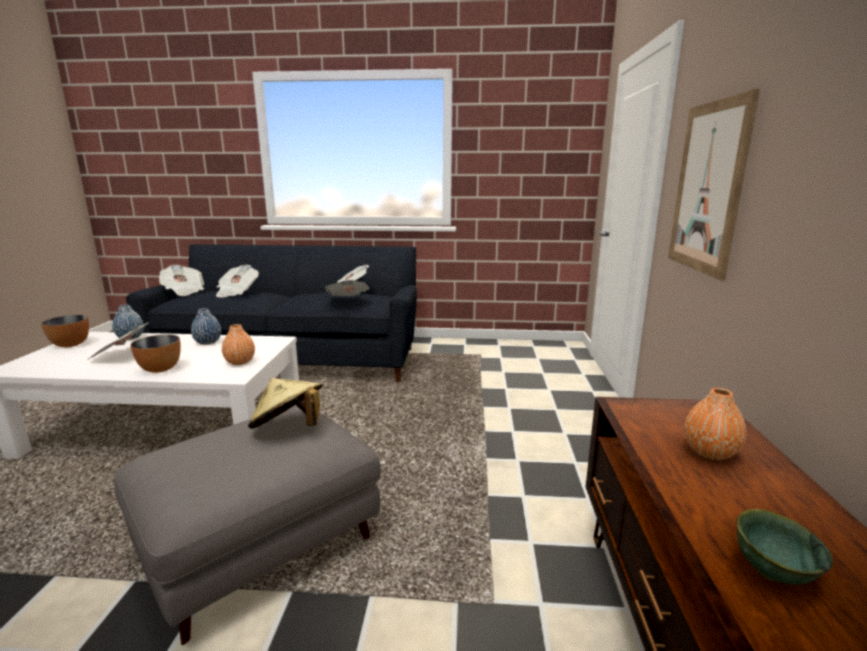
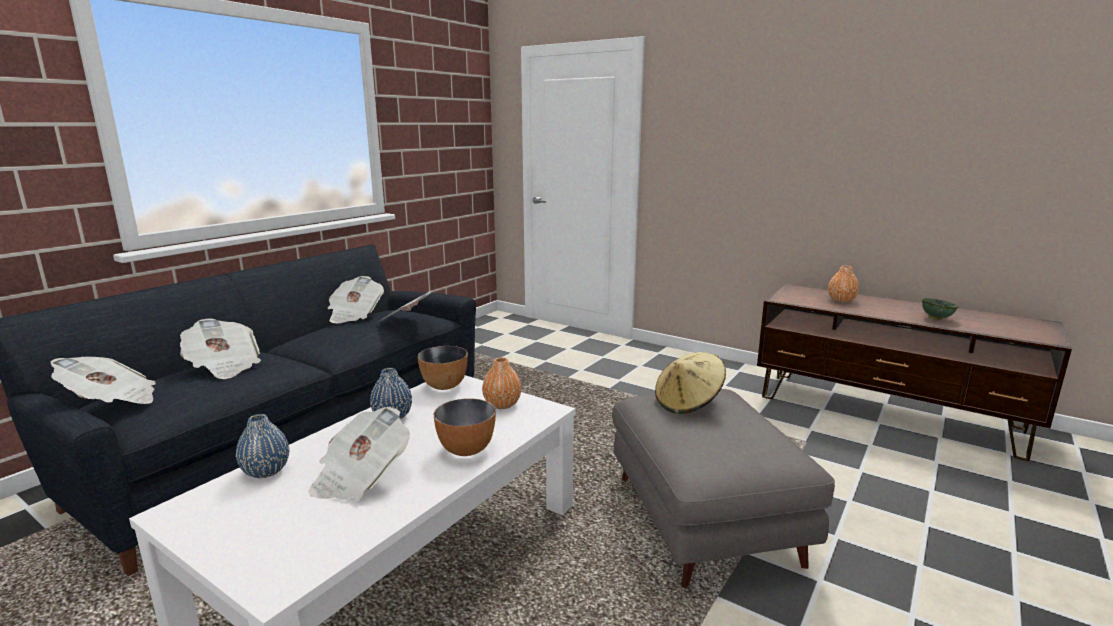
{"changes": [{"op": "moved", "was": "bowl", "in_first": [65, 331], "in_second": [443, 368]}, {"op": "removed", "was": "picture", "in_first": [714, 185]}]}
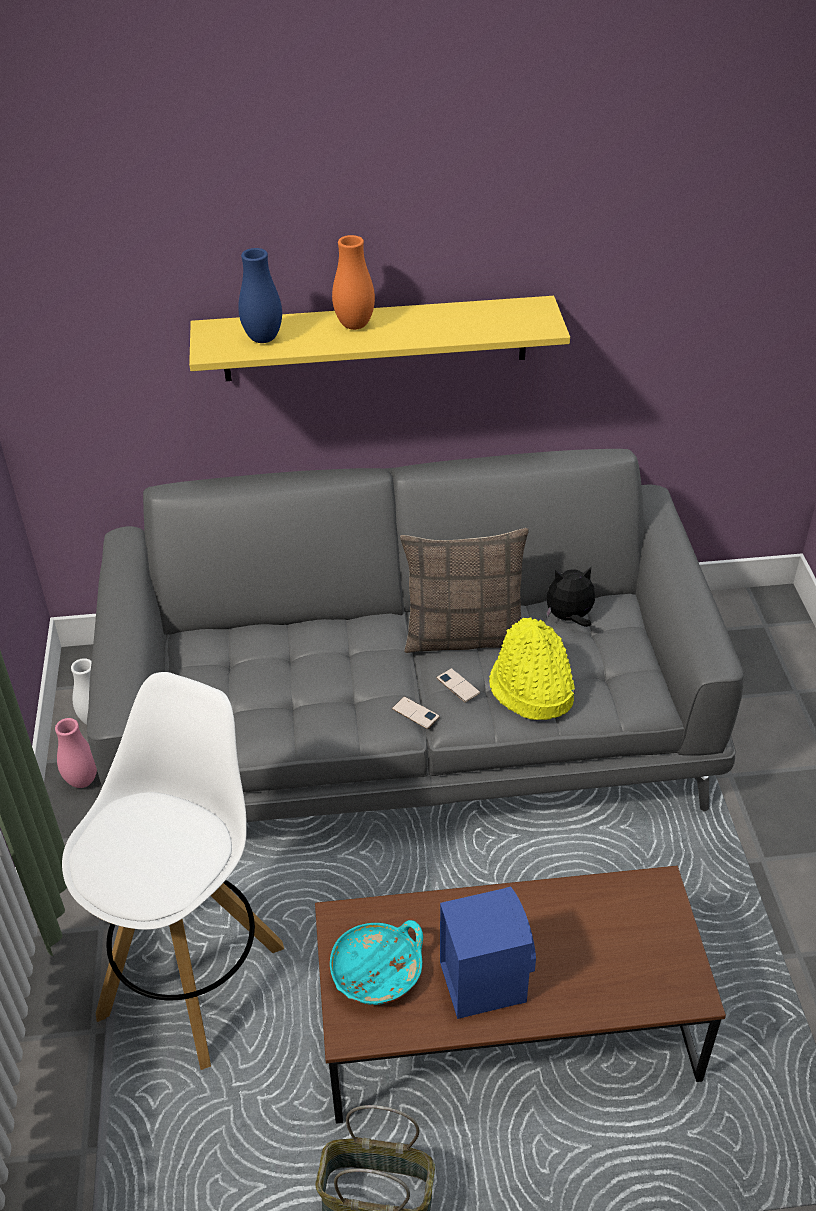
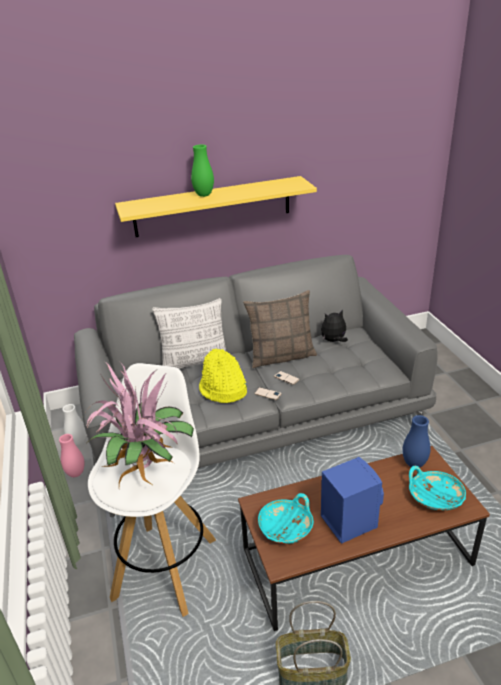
{"changes": [{"op": "moved", "was": "vase (blue)", "in_first": [260, 295], "in_second": [416, 441]}, {"op": "recoloured", "was": "vase (orange)", "now": "vase (green)", "in_first": [353, 282], "in_second": [202, 171]}, {"op": "moved", "was": "hat (yellow)", "in_first": [532, 669], "in_second": [223, 376]}, {"op": "added", "now": "potted plant", "in_second": [137, 423]}, {"op": "added", "now": "pillow", "in_second": [189, 333]}, {"op": "added", "now": "bowl (turquoise)", "in_second": [437, 488]}]}
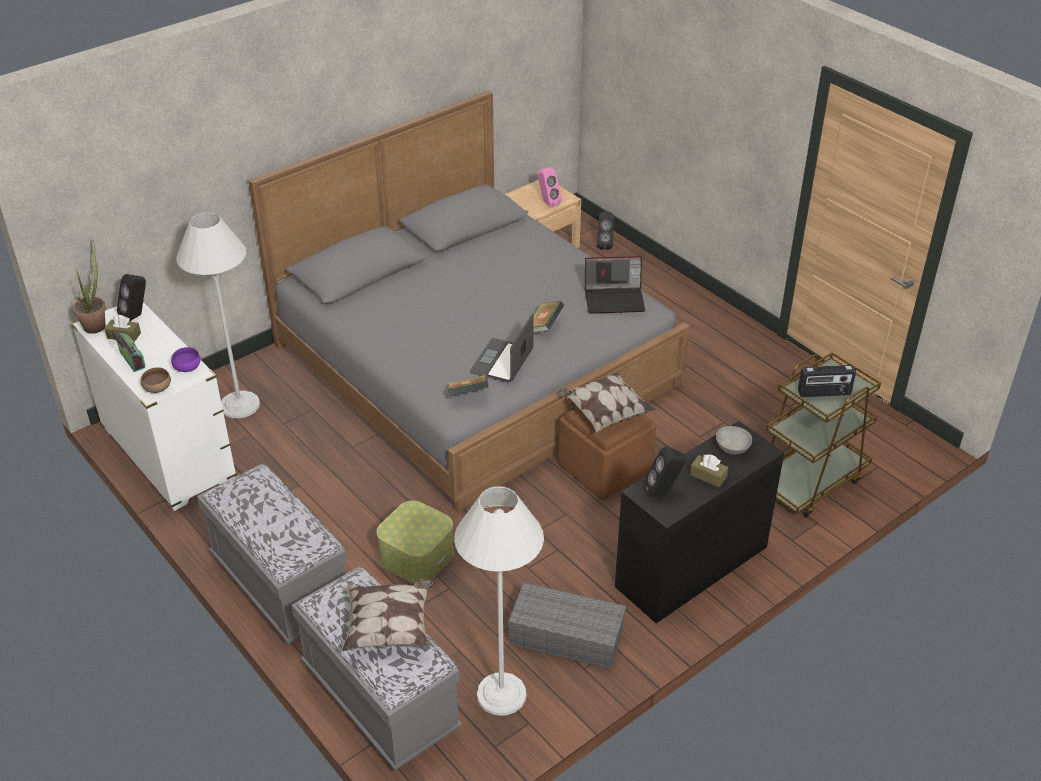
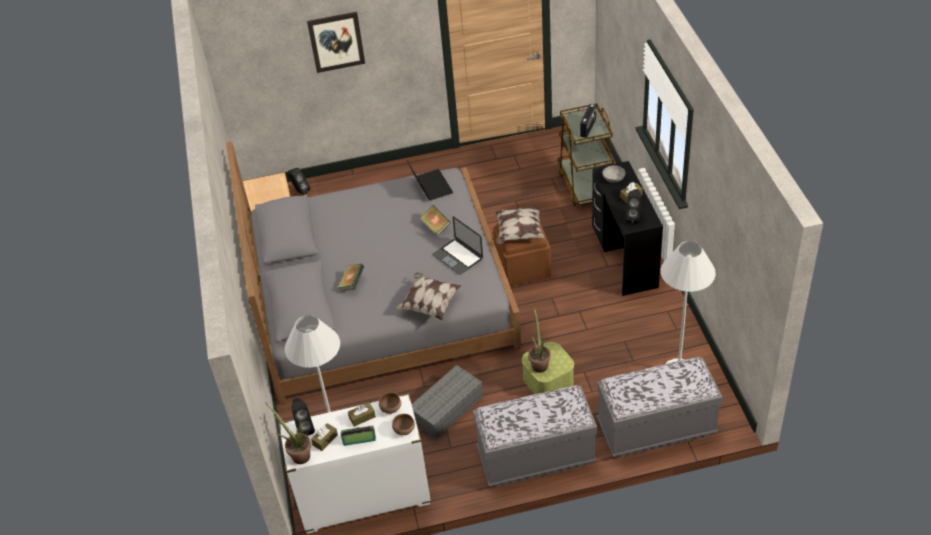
{"changes": [{"op": "recoloured", "was": "bowl (purple)", "now": "bowl (brown)", "in_first": [186, 359], "in_second": [390, 403]}, {"op": "moved", "was": "pillow", "in_first": [387, 615], "in_second": [429, 296]}, {"op": "moved", "was": "book", "in_first": [468, 385], "in_second": [351, 277]}, {"op": "moved", "was": "storage box (grey)", "in_first": [567, 625], "in_second": [447, 402]}, {"op": "removed", "was": "speaker (pink)", "in_first": [549, 187]}, {"op": "turned", "was": "laptop", "in_first": [615, 285], "in_second": [430, 180], "clockwise": -45}, {"op": "added", "now": "picture", "in_second": [336, 42]}, {"op": "added", "now": "tissue box (brown)", "in_second": [362, 414]}, {"op": "added", "now": "potted plant", "in_second": [539, 340]}]}
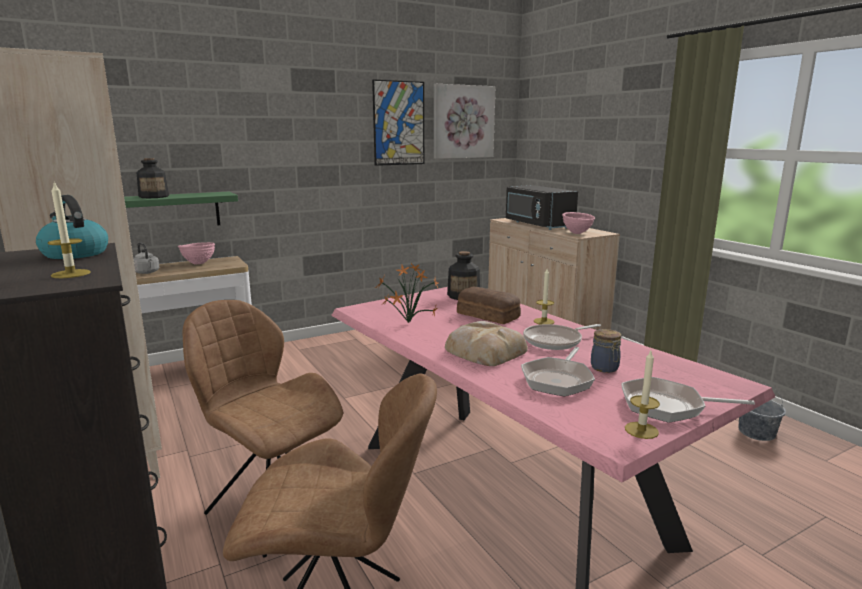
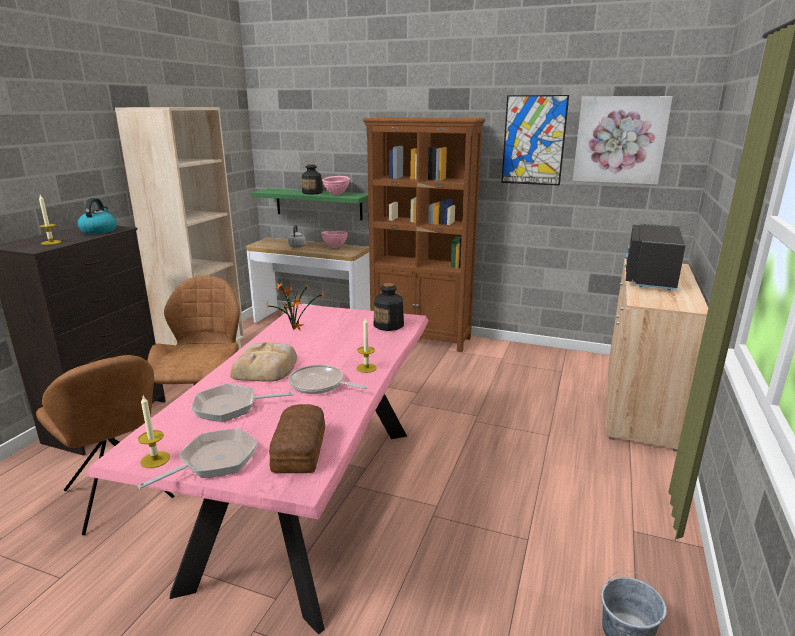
{"changes": [{"op": "moved", "was": "bread", "in_first": [489, 305], "in_second": [297, 438]}, {"op": "moved", "was": "bowl (pink)", "in_first": [578, 223], "in_second": [336, 185]}, {"op": "removed", "was": "jar", "in_first": [606, 351]}, {"op": "turned", "was": "frying pan", "in_first": [688, 400], "in_second": [198, 458], "clockwise": 75}, {"op": "added", "now": "bookcase (brown)", "in_second": [424, 234]}]}
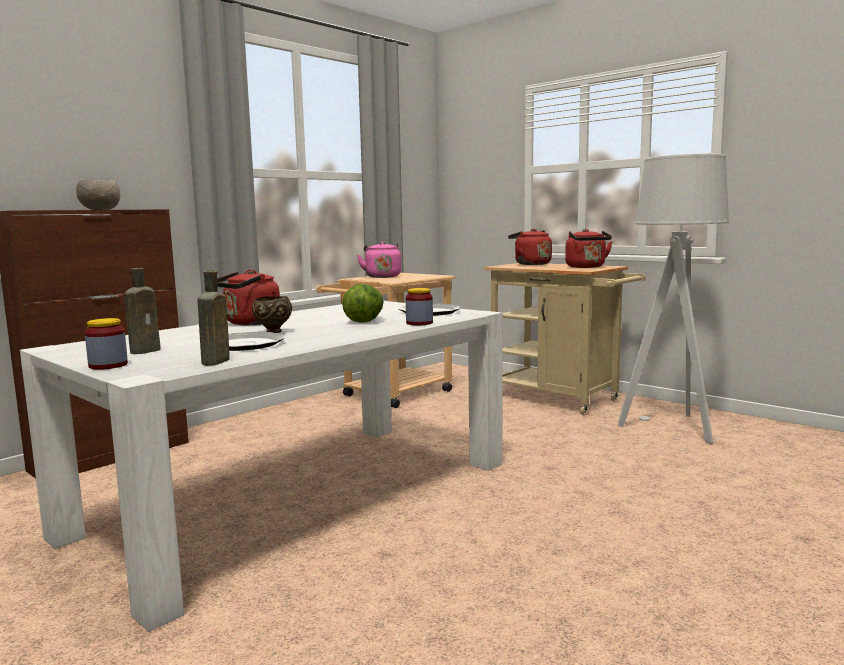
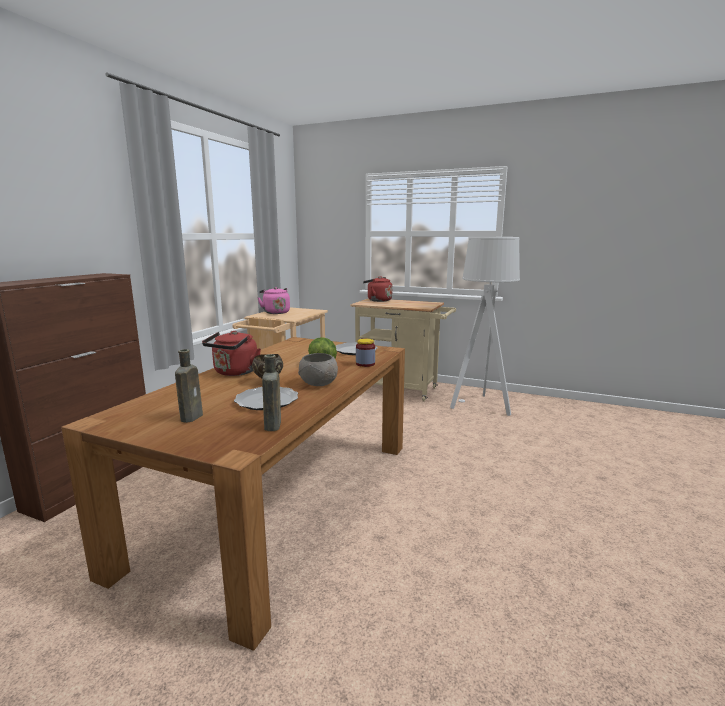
{"changes": [{"op": "recoloured", "was": "dining table (white)", "now": "dining table (brown)", "in_first": [261, 466], "in_second": [233, 494]}, {"op": "moved", "was": "bowl (grey)", "in_first": [98, 194], "in_second": [318, 369]}, {"op": "removed", "was": "jar", "in_first": [106, 344]}, {"op": "removed", "was": "kettle (red)", "in_first": [588, 248]}]}
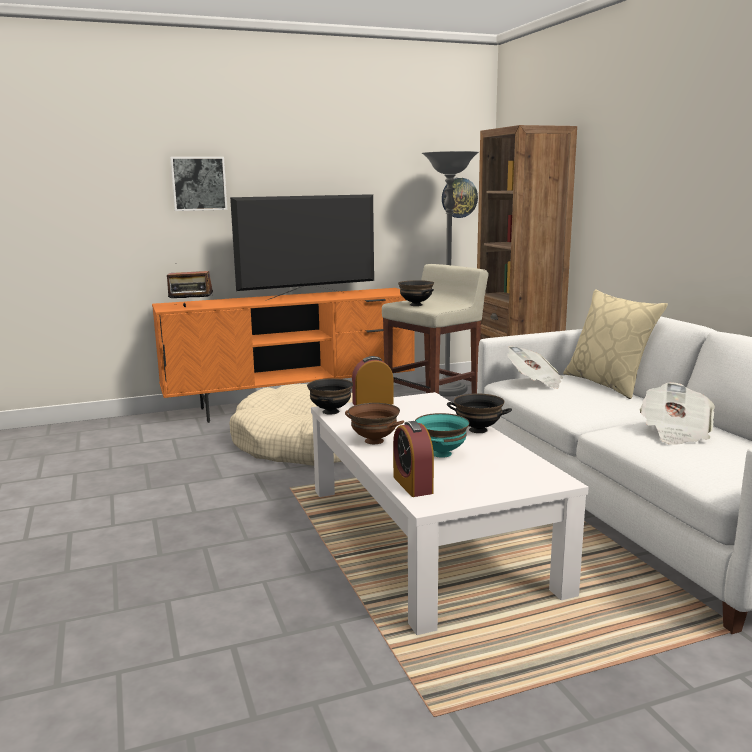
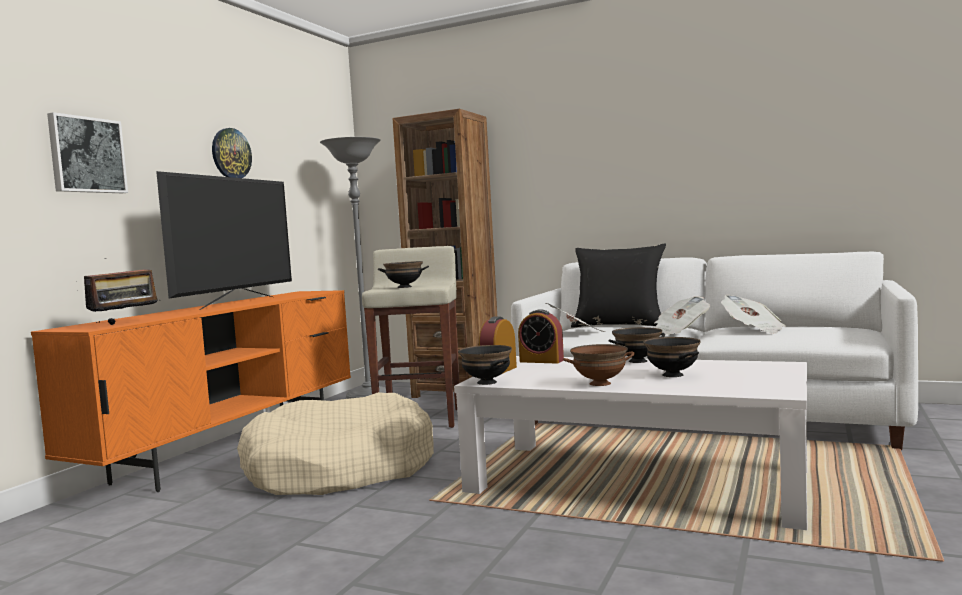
{"changes": [{"op": "moved", "was": "alarm clock", "in_first": [413, 459], "in_second": [541, 336]}, {"op": "recoloured", "was": "bowl (turquoise)", "now": "bowl (black)", "in_first": [442, 435], "in_second": [672, 357]}, {"op": "moved", "was": "wall clock", "in_first": [460, 198], "in_second": [232, 153]}, {"op": "recoloured", "was": "pillow (beige)", "now": "pillow (black)", "in_first": [615, 344], "in_second": [618, 286]}, {"op": "added", "now": "newspaper", "in_second": [682, 315]}]}
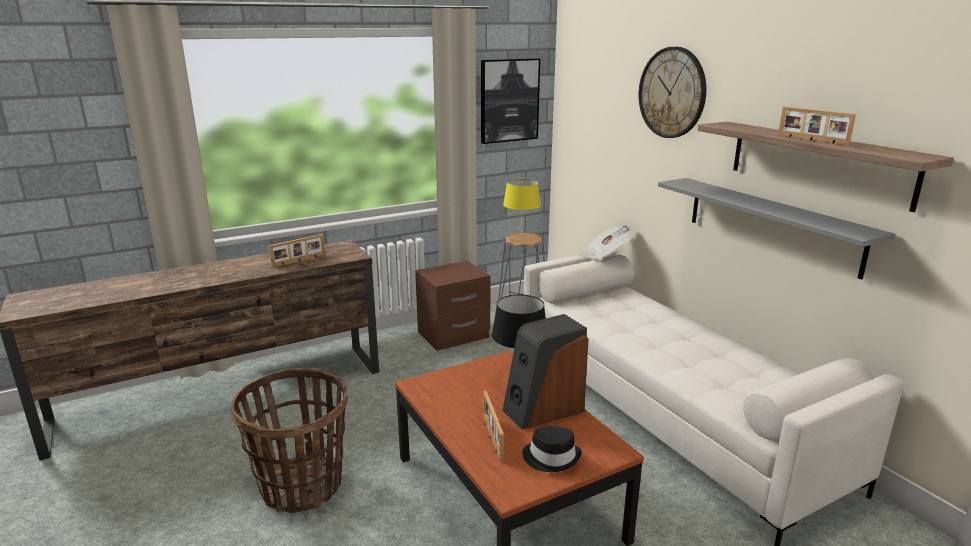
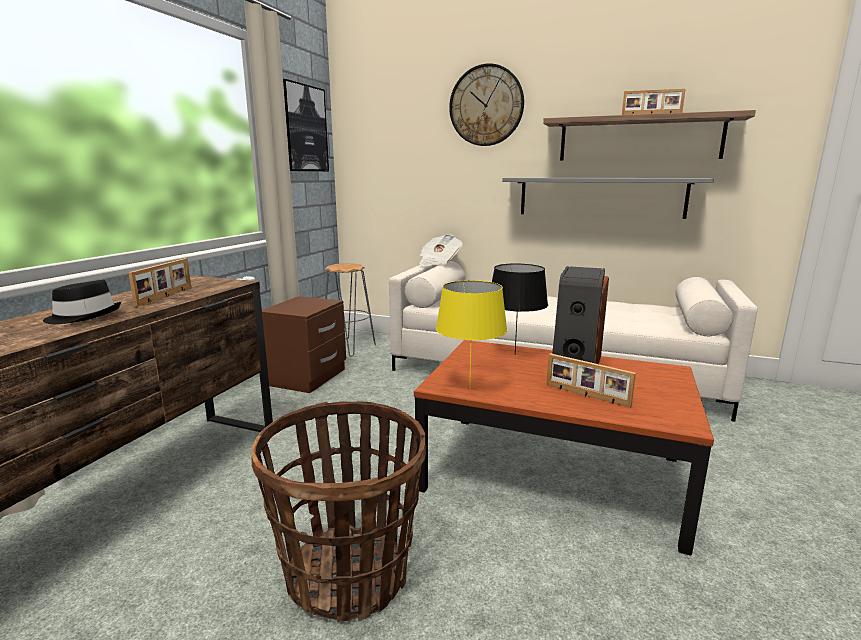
{"changes": [{"op": "moved", "was": "table lamp (yellow)", "in_first": [522, 208], "in_second": [471, 334]}, {"op": "moved", "was": "hat (black)", "in_first": [552, 449], "in_second": [82, 302]}]}
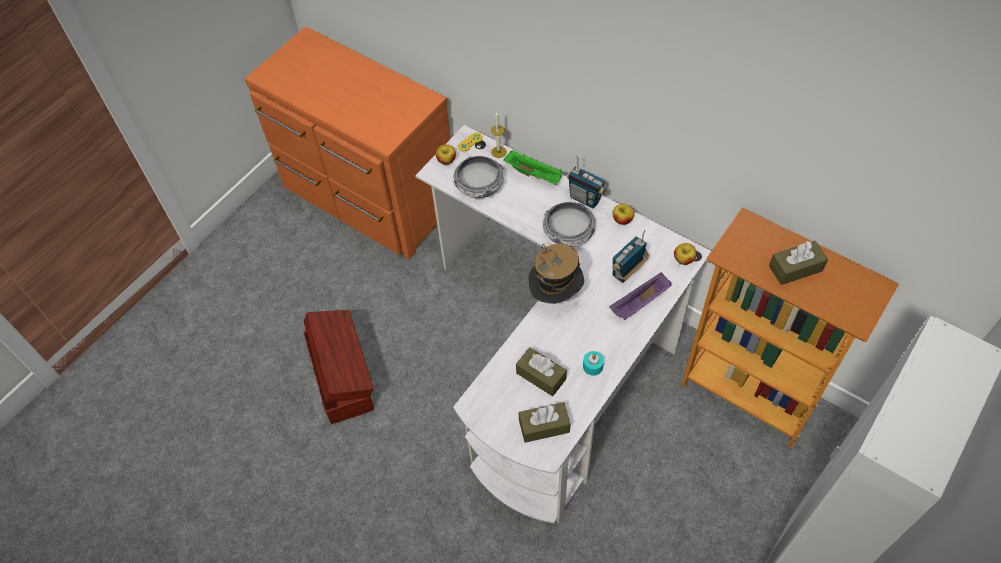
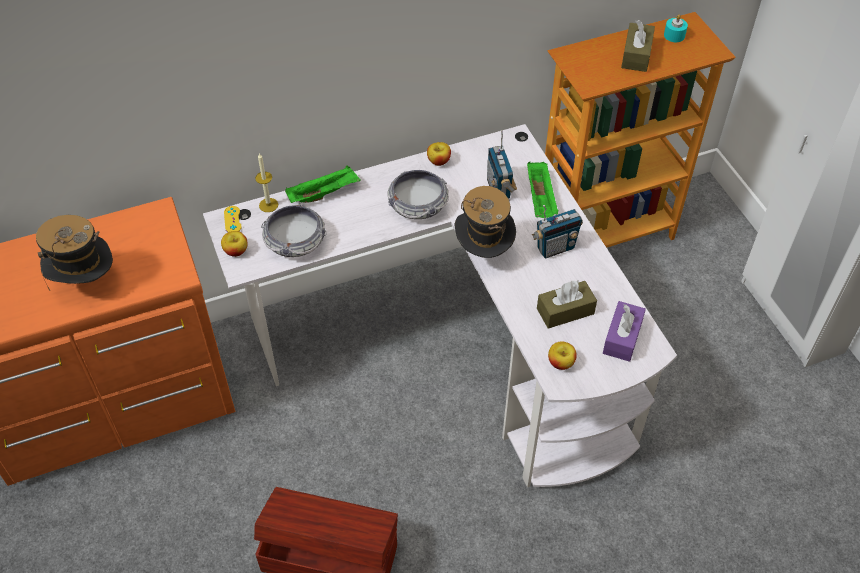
{"changes": [{"op": "recoloured", "was": "tissue box (brown)", "now": "tissue box (purple)", "in_first": [544, 422], "in_second": [624, 331]}, {"op": "moved", "was": "radio", "in_first": [587, 181], "in_second": [557, 231]}, {"op": "moved", "was": "candle (turquoise)", "in_first": [593, 363], "in_second": [676, 28]}, {"op": "recoloured", "was": "tray (purple)", "now": "tray (green)", "in_first": [640, 296], "in_second": [542, 190]}, {"op": "moved", "was": "apple", "in_first": [685, 254], "in_second": [562, 356]}, {"op": "added", "now": "hat", "in_second": [74, 252]}]}
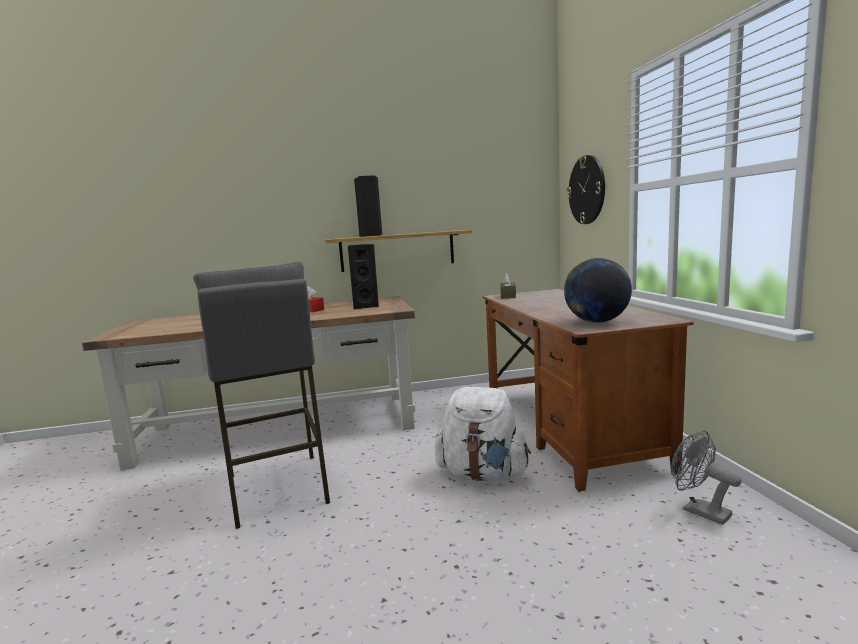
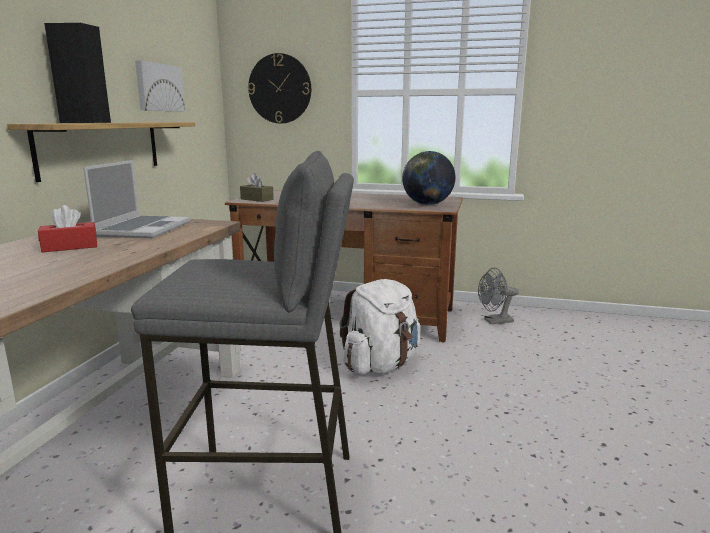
{"changes": [{"op": "replaced", "was": "speaker (black)", "now": "laptop", "in_first": [363, 276], "in_second": [137, 199]}, {"op": "added", "now": "picture", "in_second": [160, 85]}]}
